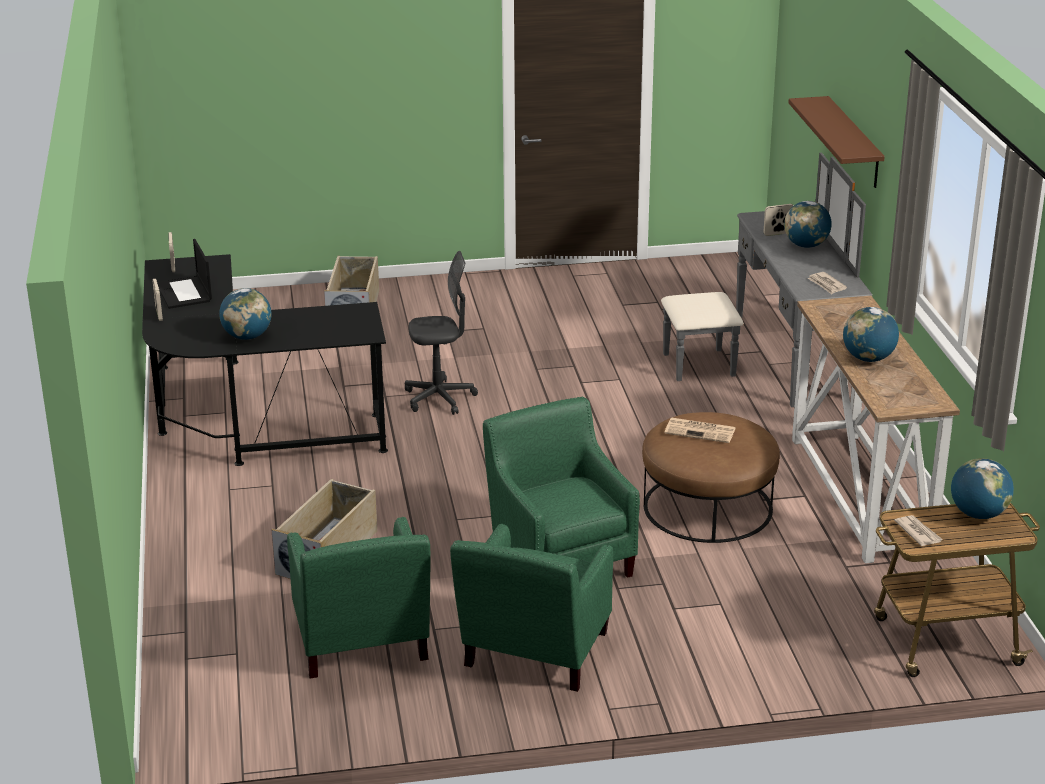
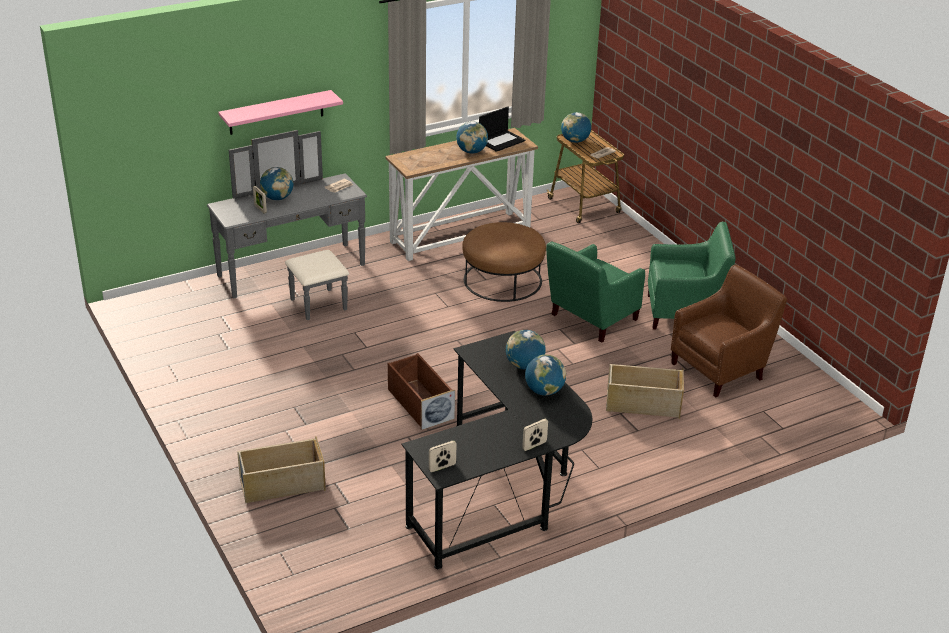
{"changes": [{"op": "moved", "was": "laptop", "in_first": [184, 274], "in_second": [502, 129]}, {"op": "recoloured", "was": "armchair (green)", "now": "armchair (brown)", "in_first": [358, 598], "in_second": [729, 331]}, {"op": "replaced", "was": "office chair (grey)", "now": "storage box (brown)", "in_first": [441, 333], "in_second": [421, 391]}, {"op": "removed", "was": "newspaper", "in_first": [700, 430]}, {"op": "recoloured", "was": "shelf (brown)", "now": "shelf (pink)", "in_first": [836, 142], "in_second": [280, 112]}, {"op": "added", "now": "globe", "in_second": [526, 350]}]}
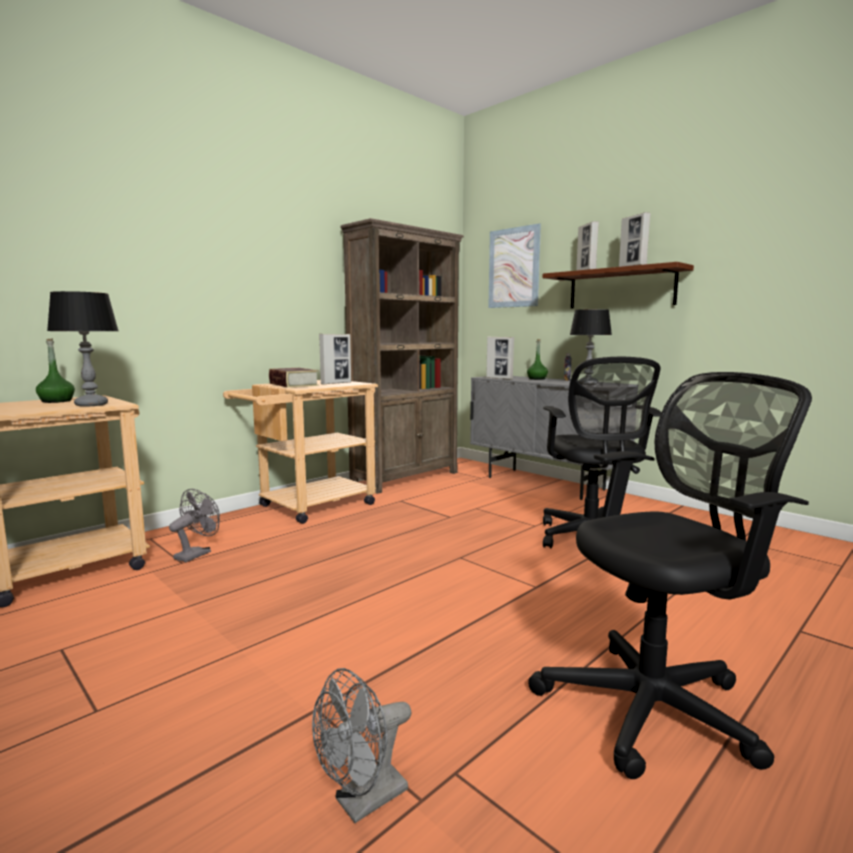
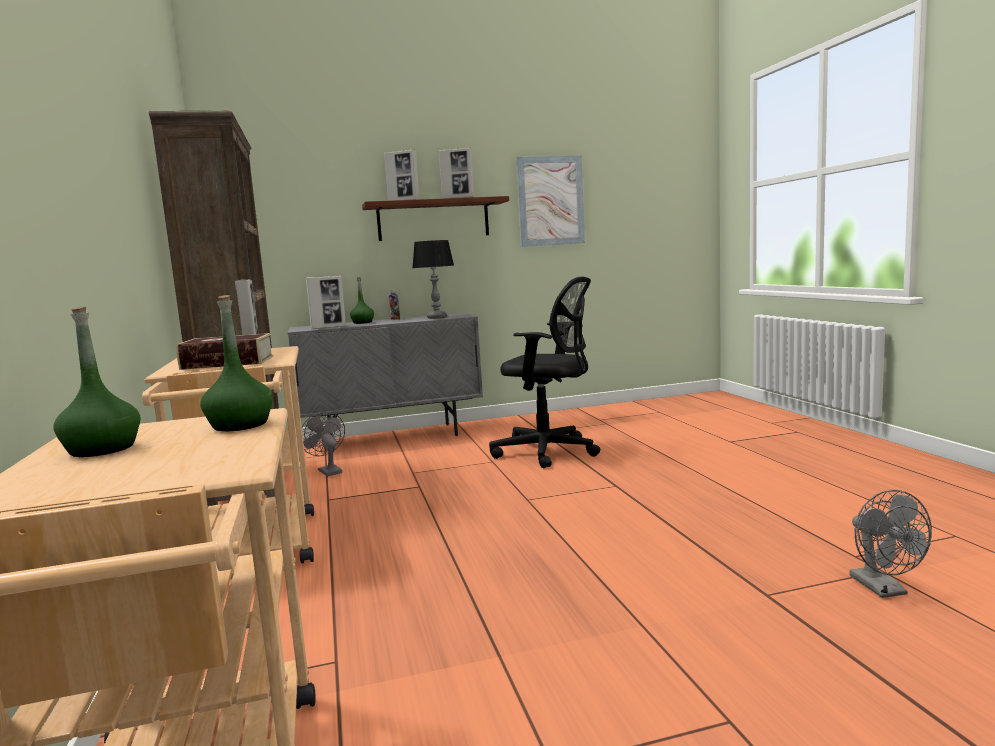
{"changes": [{"op": "replaced", "was": "table lamp", "now": "bottle (green)", "in_first": [83, 349], "in_second": [236, 363]}, {"op": "moved", "was": "fan (grey)", "in_first": [194, 525], "in_second": [323, 444]}, {"op": "moved", "was": "picture", "in_first": [514, 265], "in_second": [550, 201]}, {"op": "removed", "was": "office chair (black)", "in_first": [670, 575]}]}
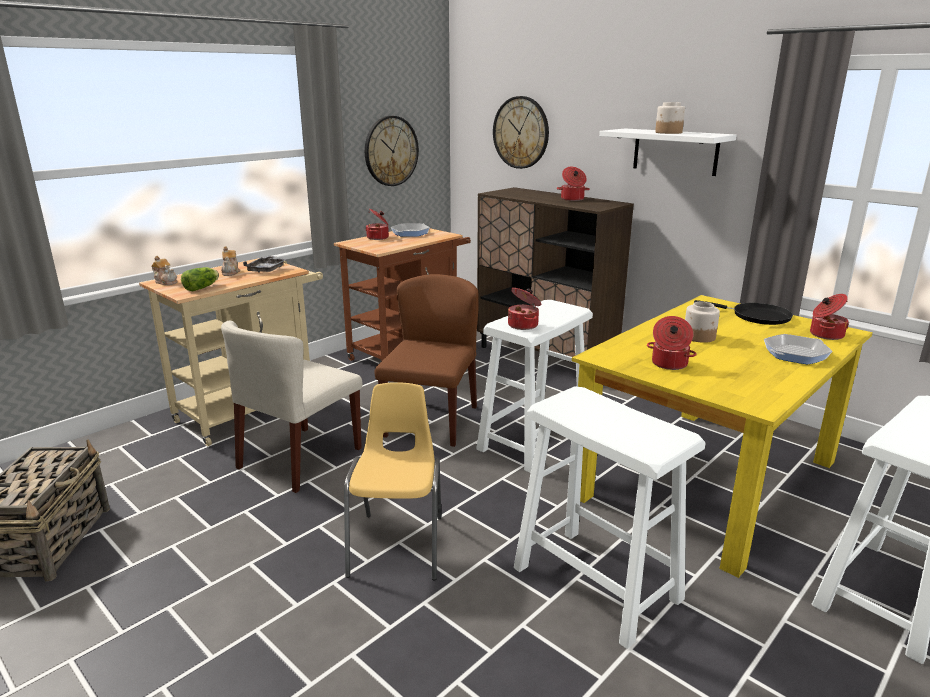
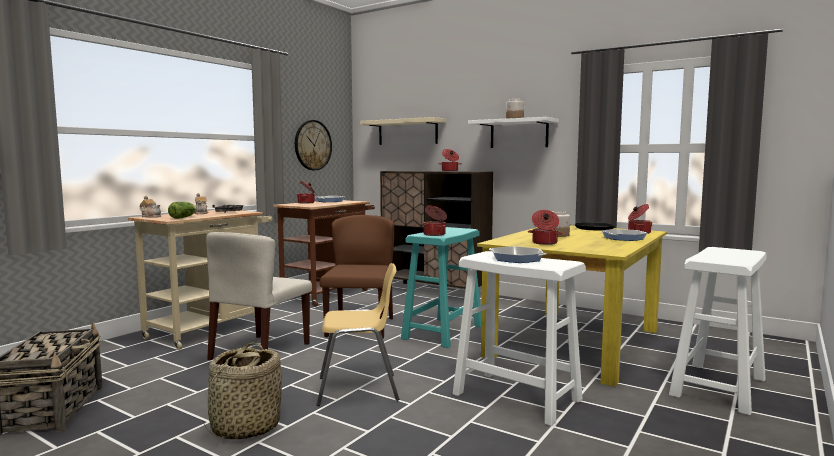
{"changes": [{"op": "turned", "was": "chair (yellow)", "in_first": [392, 481], "in_second": [357, 334], "clockwise": 90}, {"op": "recoloured", "was": "stool (white)", "now": "stool (turquoise)", "in_first": [534, 386], "in_second": [441, 287]}, {"op": "replaced", "was": "wall clock", "now": "shelf (beige)", "in_first": [521, 132], "in_second": [402, 131]}, {"op": "added", "now": "basket", "in_second": [242, 391]}, {"op": "added", "now": "frying pan", "in_second": [518, 254]}]}
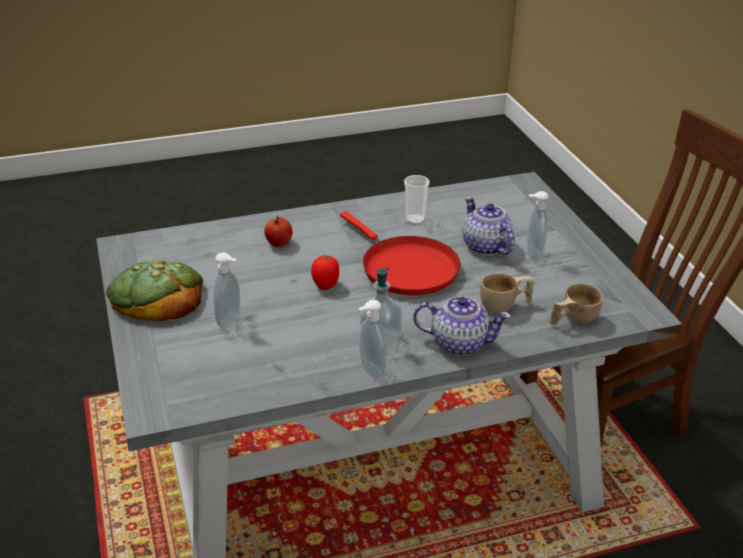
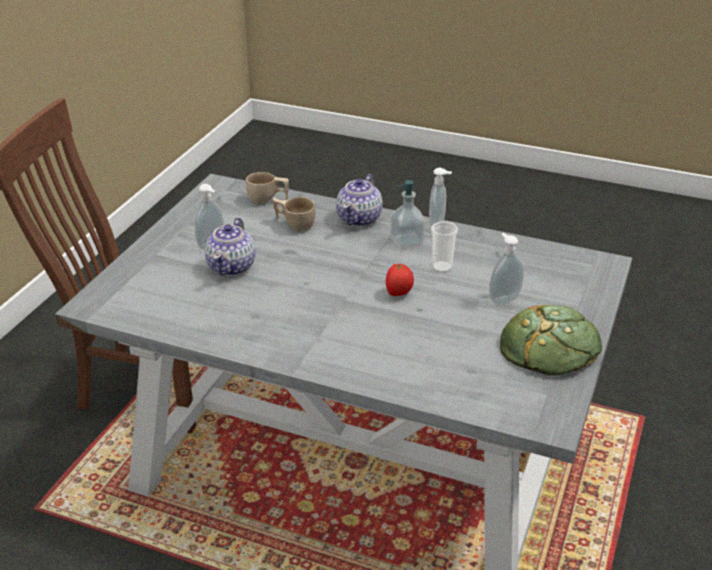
{"changes": [{"op": "removed", "was": "apple", "in_first": [278, 231]}, {"op": "removed", "was": "frying pan (red)", "in_first": [400, 253]}, {"op": "moved", "was": "cup", "in_first": [417, 199], "in_second": [444, 247]}, {"op": "turned", "was": "teapot", "in_first": [462, 325], "in_second": [359, 200], "clockwise": -120}]}
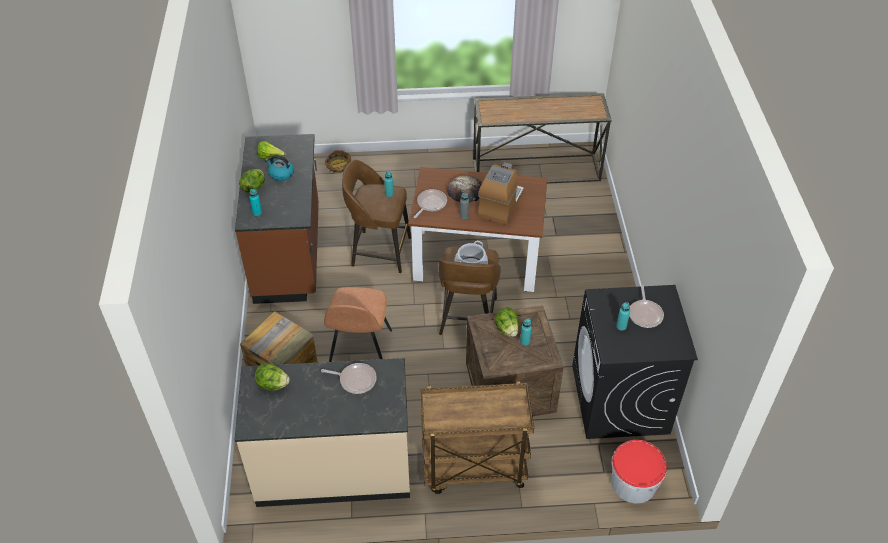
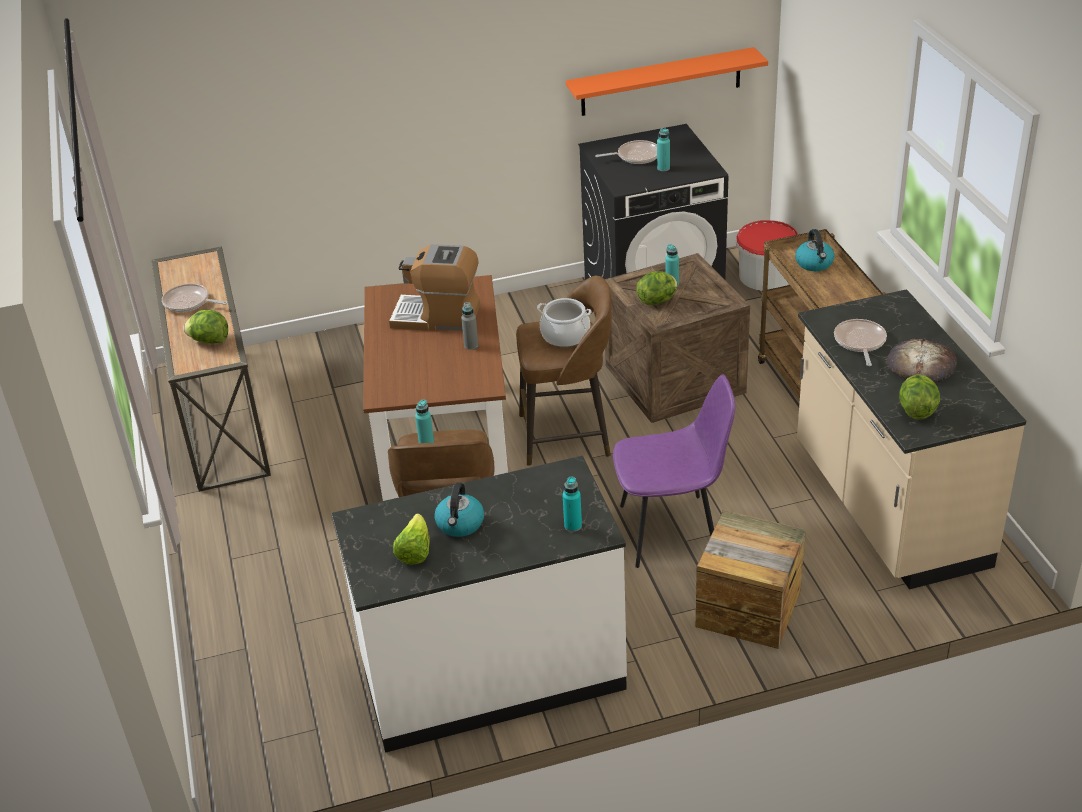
{"changes": [{"op": "recoloured", "was": "counter (brown)", "now": "counter (white)", "in_first": [277, 219], "in_second": [479, 604]}, {"op": "moved", "was": "lettuce", "in_first": [252, 181], "in_second": [205, 327]}, {"op": "recoloured", "was": "chair (brown)", "now": "chair (purple)", "in_first": [358, 324], "in_second": [674, 471]}, {"op": "removed", "was": "basket", "in_first": [338, 162]}, {"op": "moved", "was": "frying pan", "in_first": [430, 203], "in_second": [194, 298]}, {"op": "moved", "was": "bread", "in_first": [464, 188], "in_second": [922, 360]}, {"op": "added", "now": "shelf (orange)", "in_second": [667, 81]}, {"op": "added", "now": "kettle", "in_second": [815, 250]}]}
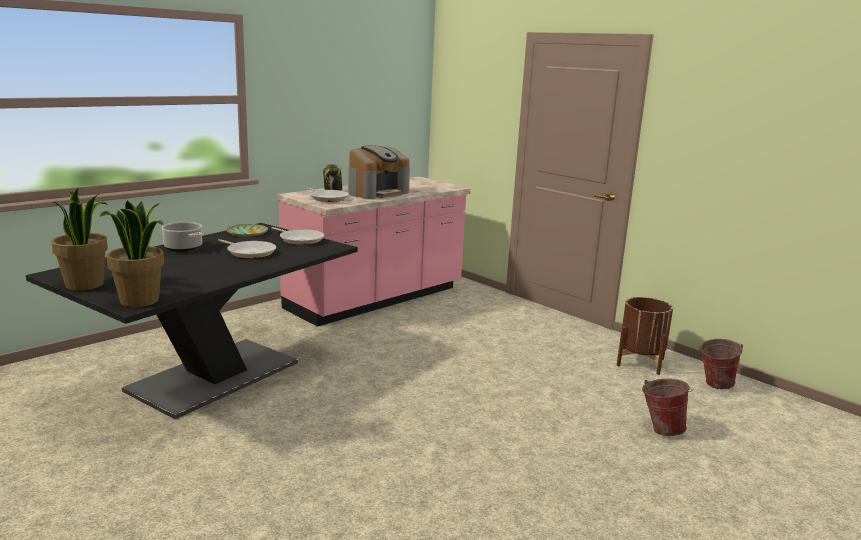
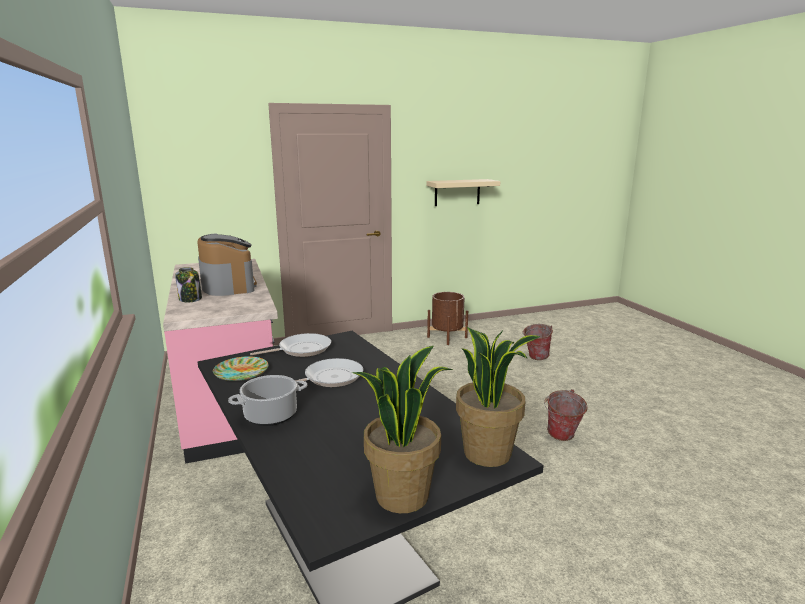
{"changes": [{"op": "removed", "was": "frying pan", "in_first": [328, 194]}, {"op": "moved", "was": "bucket", "in_first": [720, 364], "in_second": [566, 415]}, {"op": "added", "now": "shelf (beige)", "in_second": [463, 192]}]}
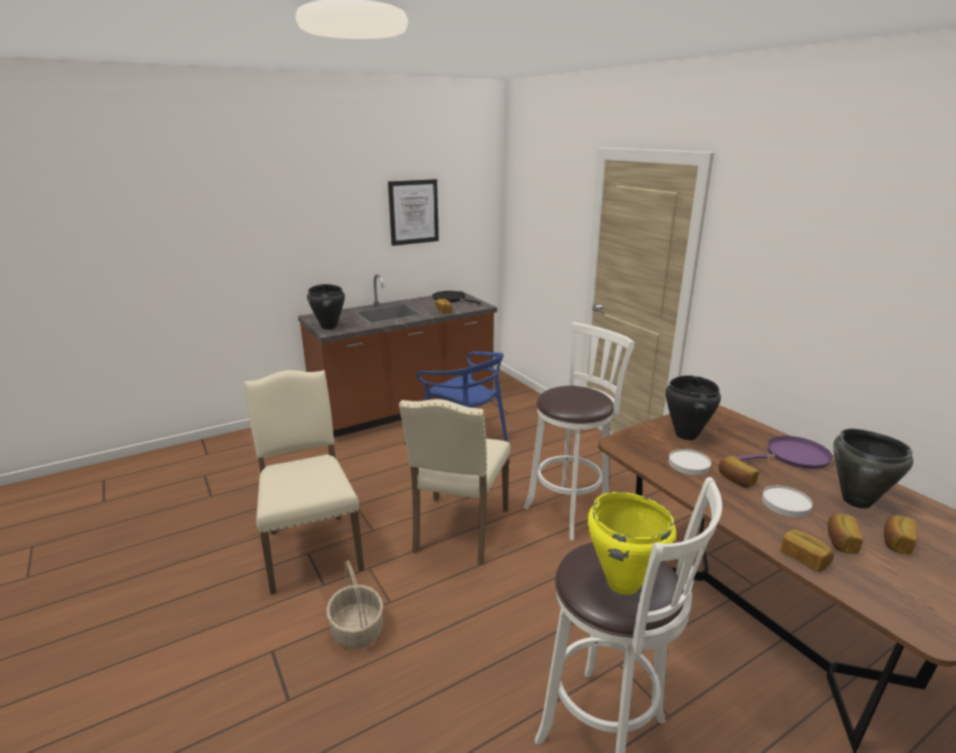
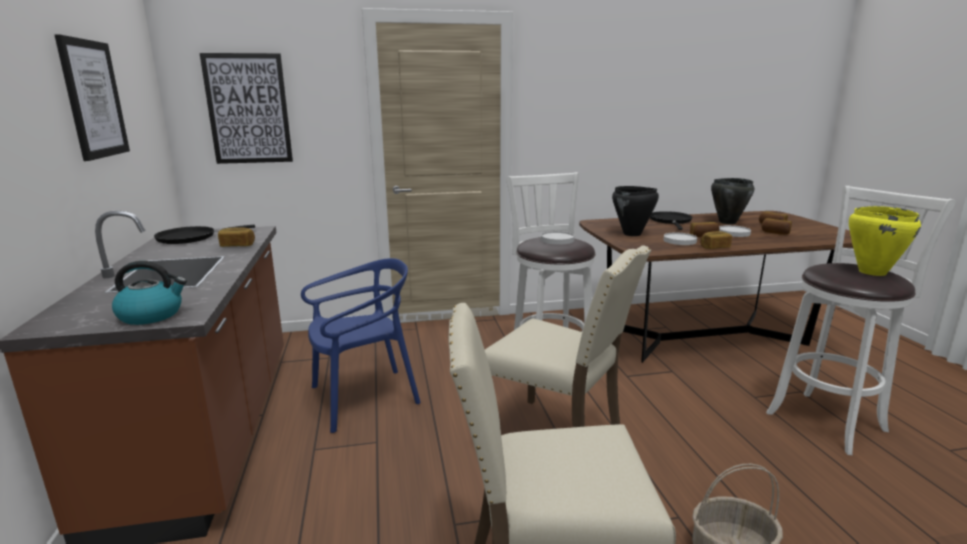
{"changes": [{"op": "replaced", "was": "cooking pot (black)", "now": "kettle", "in_first": [326, 306], "in_second": [149, 293]}, {"op": "recoloured", "was": "frying pan (purple)", "now": "frying pan (black)", "in_first": [784, 452], "in_second": [671, 220]}, {"op": "moved", "was": "bread", "in_first": [807, 550], "in_second": [716, 240]}, {"op": "added", "now": "picture", "in_second": [246, 108]}, {"op": "added", "now": "plate (white)", "in_second": [557, 238]}]}
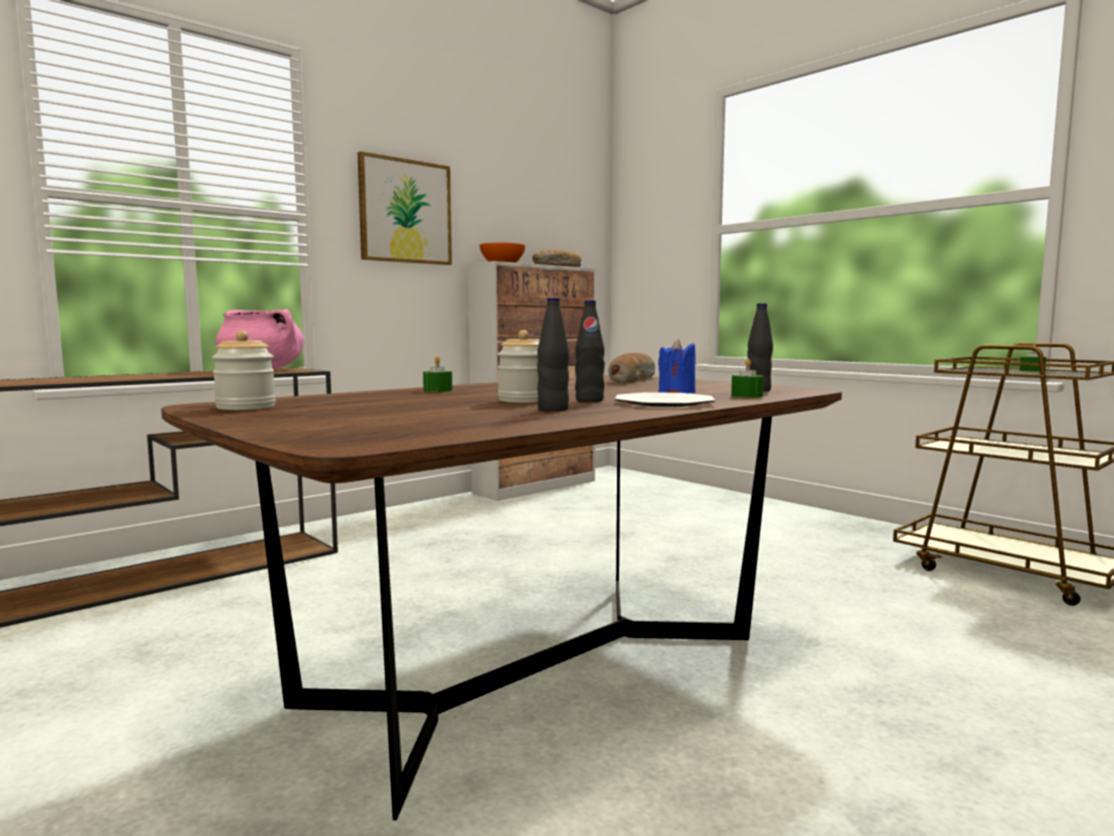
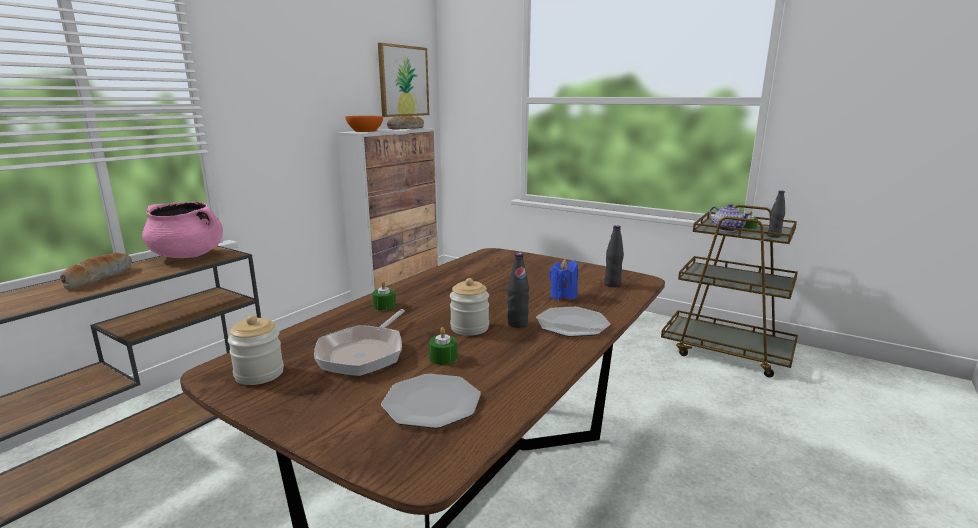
{"changes": [{"op": "moved", "was": "picture", "in_first": [404, 208], "in_second": [403, 80]}, {"op": "moved", "was": "bottle (black)", "in_first": [553, 354], "in_second": [776, 214]}, {"op": "moved", "was": "bread", "in_first": [631, 368], "in_second": [96, 272]}, {"op": "moved", "was": "candle (green)", "in_first": [747, 378], "in_second": [443, 346]}, {"op": "added", "now": "frying pan", "in_second": [359, 342]}, {"op": "added", "now": "plate", "in_second": [431, 401]}, {"op": "added", "now": "teapot", "in_second": [730, 218]}]}
